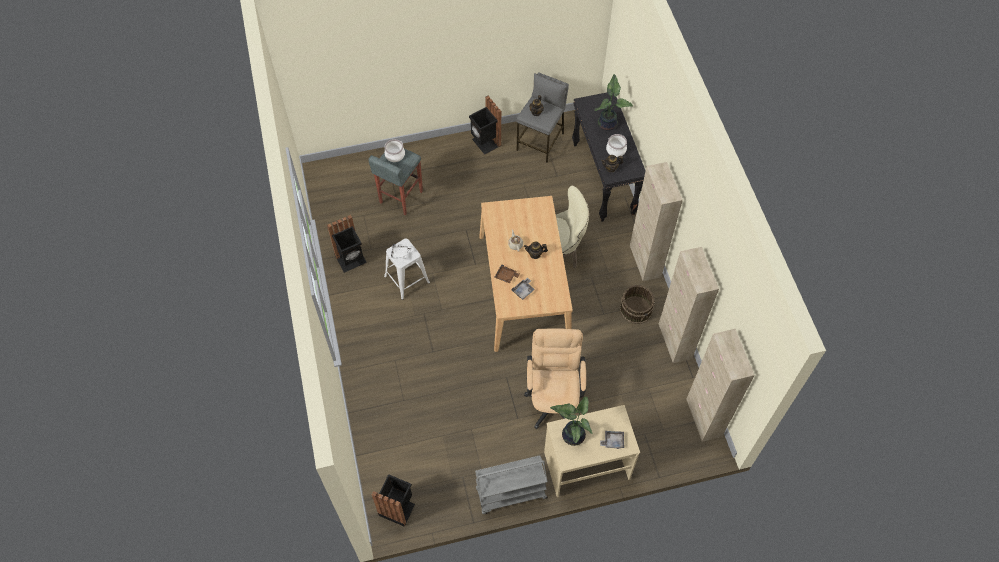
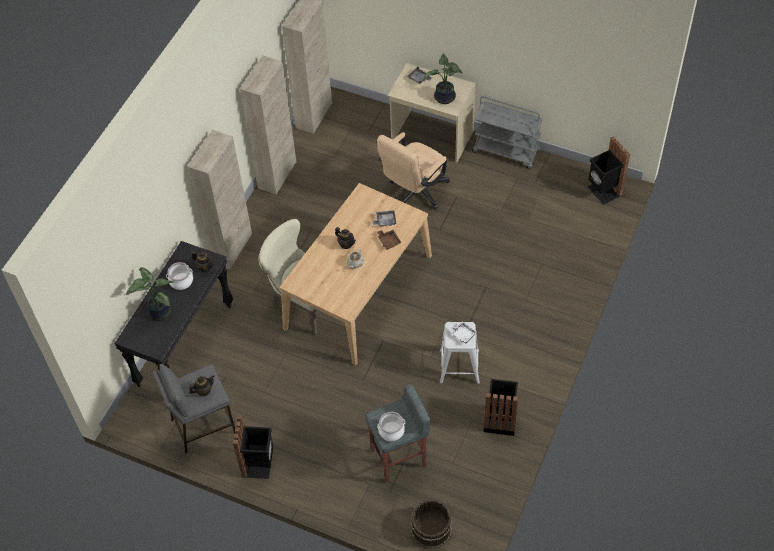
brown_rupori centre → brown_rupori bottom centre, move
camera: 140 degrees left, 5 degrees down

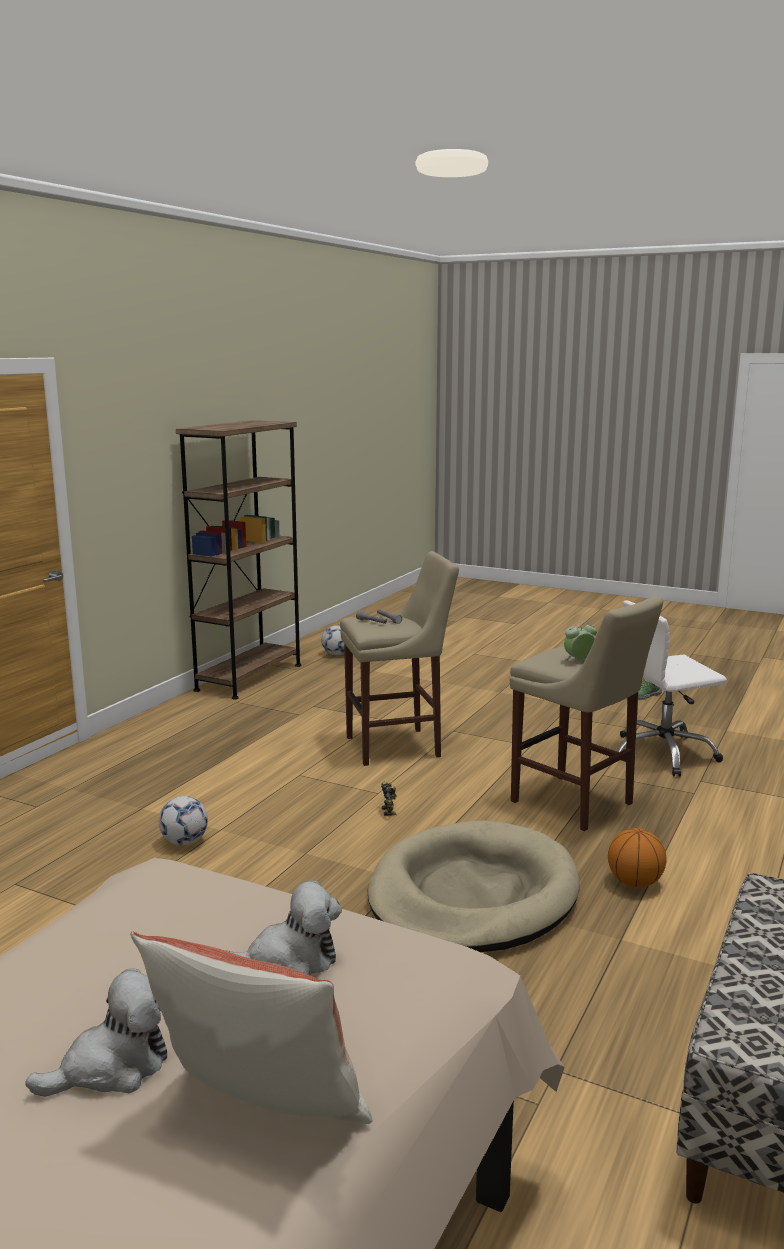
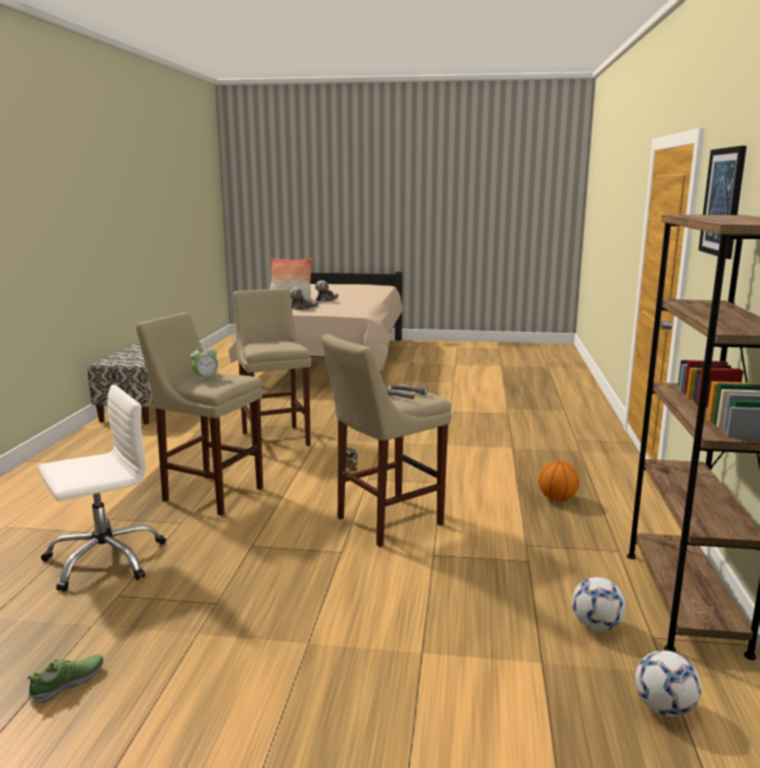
- → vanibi top right
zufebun (1st from left) middle left → zufebun (1st from left) bottom right, move
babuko bottom right → babuko middle right, move
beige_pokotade bottom centre → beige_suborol (2nd from left) centre
camera: 160 degrees right, 0 degrees up

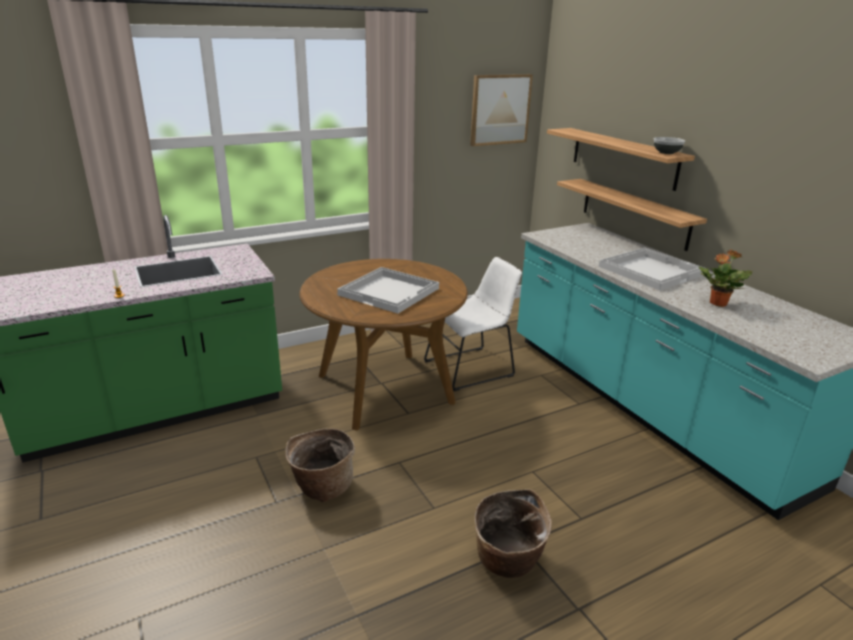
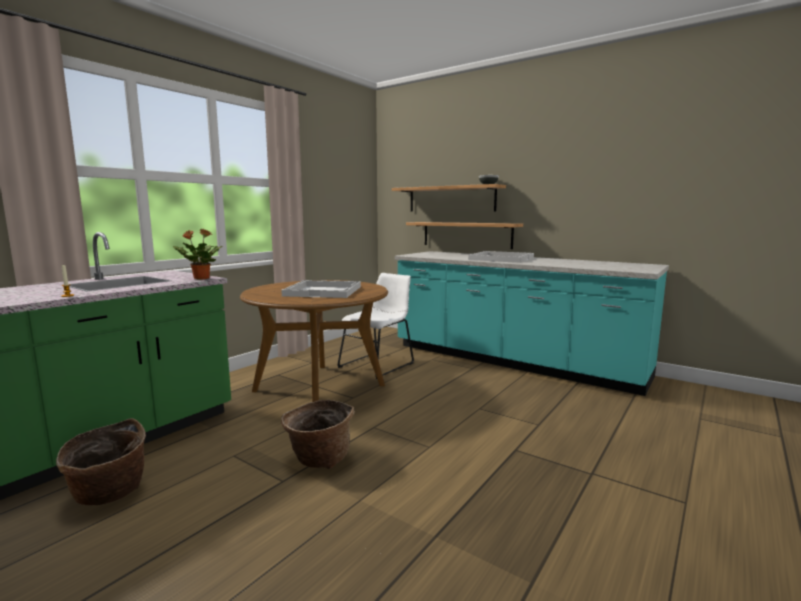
vanibi top centre → -
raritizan (2nd from left in the first image) bottom centre → raritizan (1st from left) bottom left, move
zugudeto middle right → zugudeto middle left, move
camera: 25 degrees left, 15 degrees down

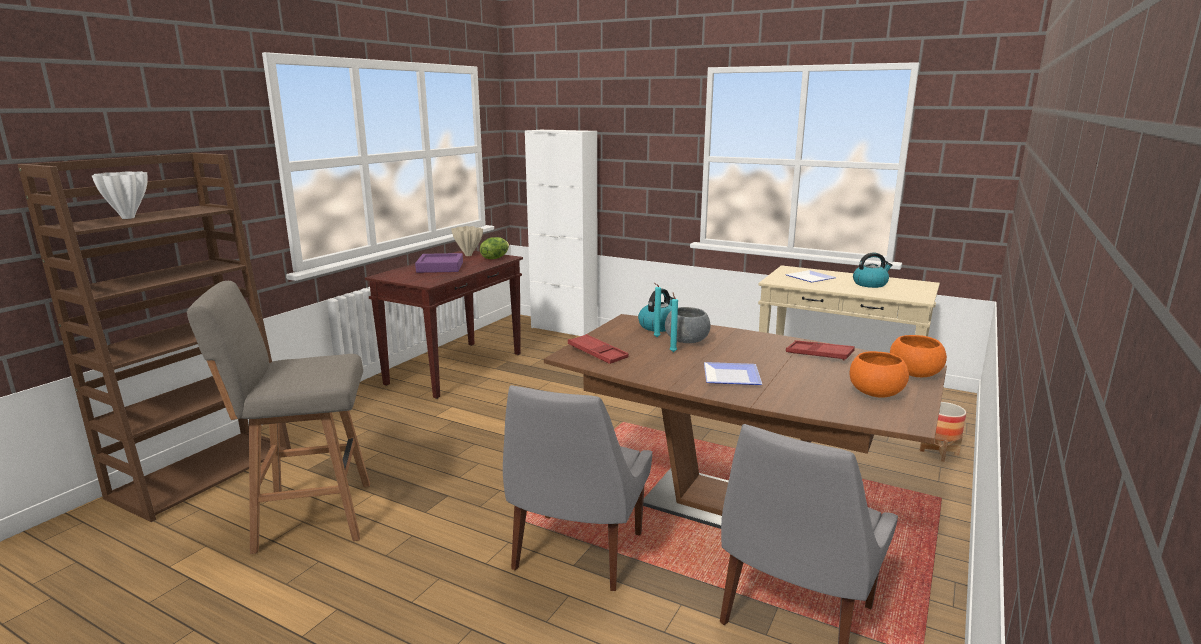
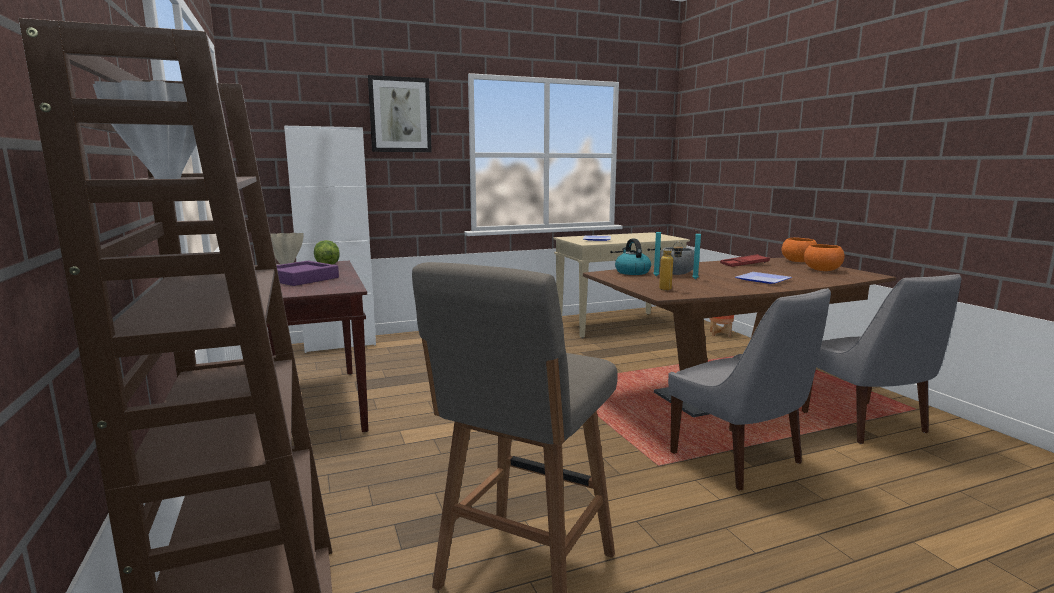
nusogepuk (2nd from left) middle right → -
- → vanibi top centre
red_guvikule (1st from left) centre → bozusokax centre
camera: 50 degrees left, 5 degrees down

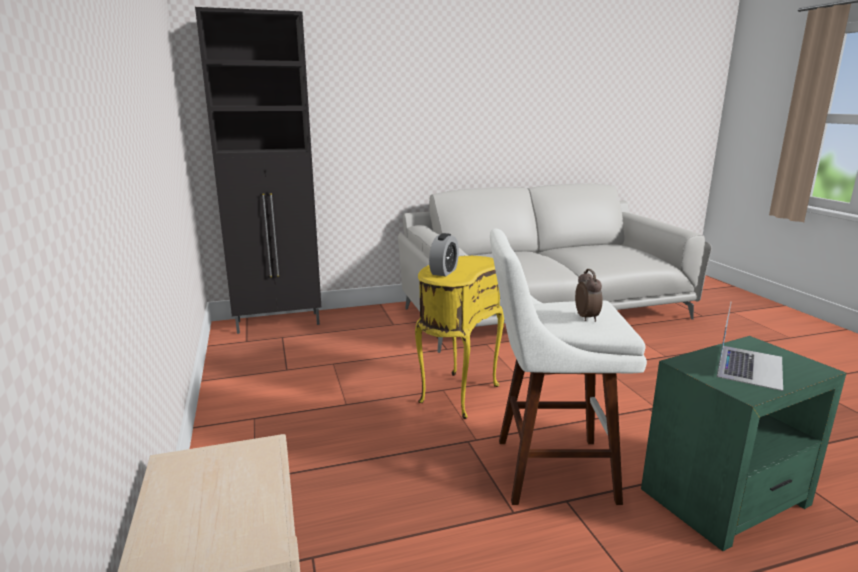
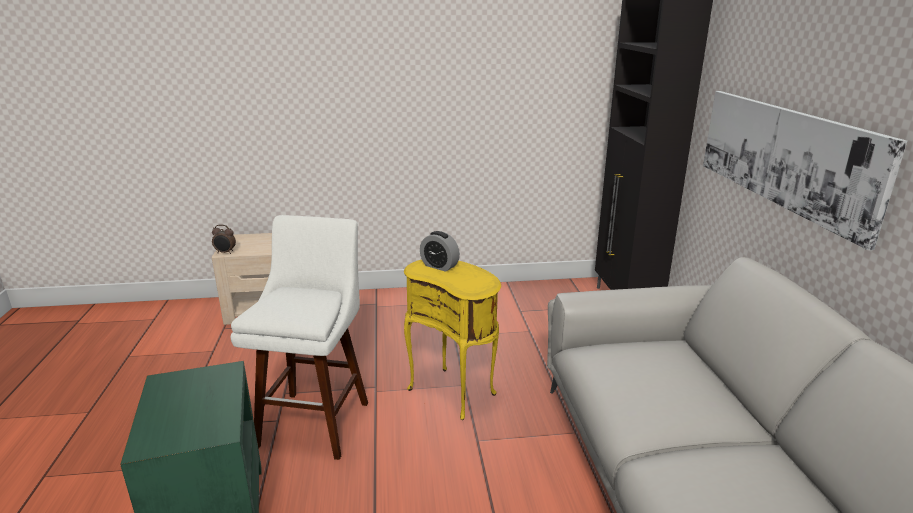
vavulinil middle right → -
- → vanibi top right
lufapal (2nd from left in the first image) middle right → lufapal (1st from left) middle left, move
camera: 100 degrees right, 5 degrees up

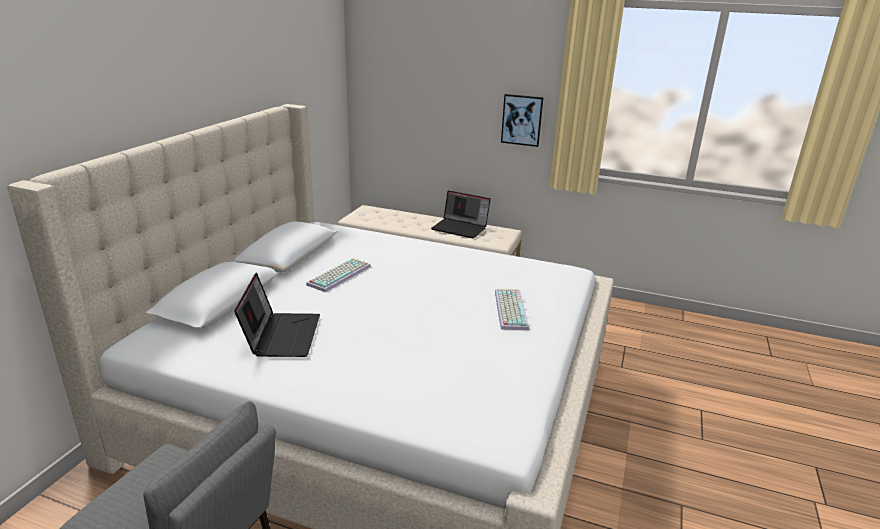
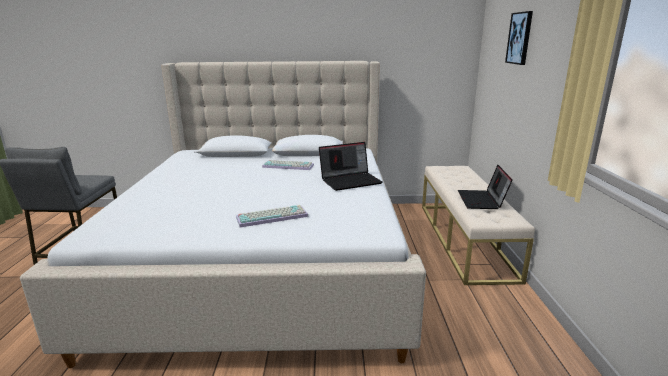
vavulinil (1st from left) middle left → vavulinil (1st from left) centre, move
vanibi top centre → vanibi top right, move
camera: 70 degrees right, 5 degrees down

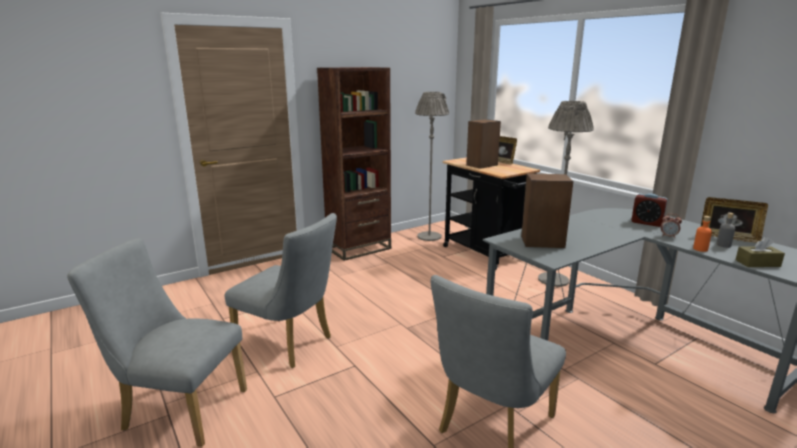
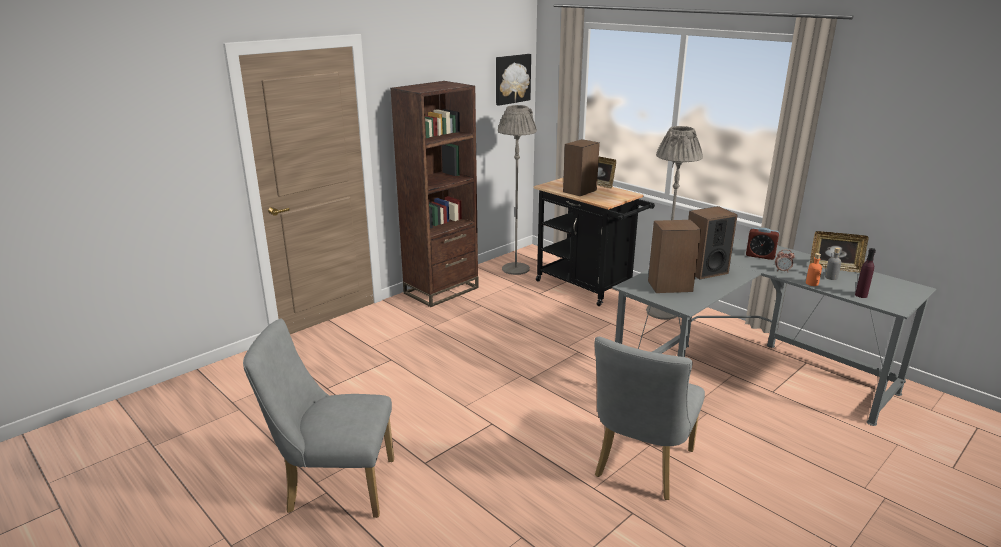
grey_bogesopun (2nd from left) centre → -
- → vanibi top centre
- → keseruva (3rd from left) middle right
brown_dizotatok middle right → purple_bozusokax middle right
camera: 10 degrees left, 5 degrees up

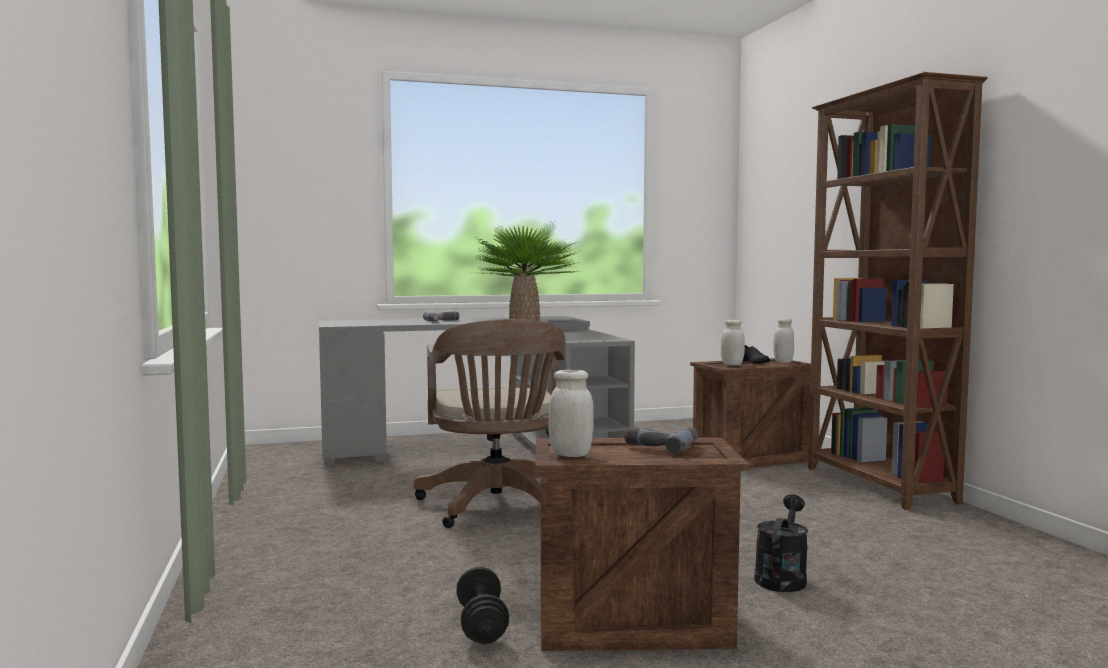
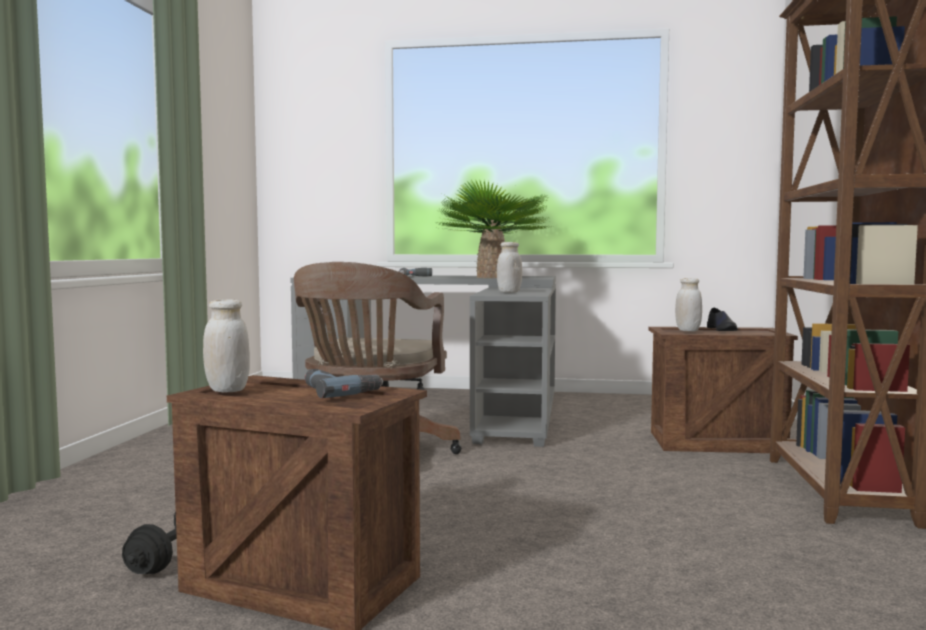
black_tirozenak bottom right → -
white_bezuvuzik (3rd from left in the first image) middle right → white_bezuvuzik (2nd from left) centre, move
camera: 25 degrees right, 0 degrees up

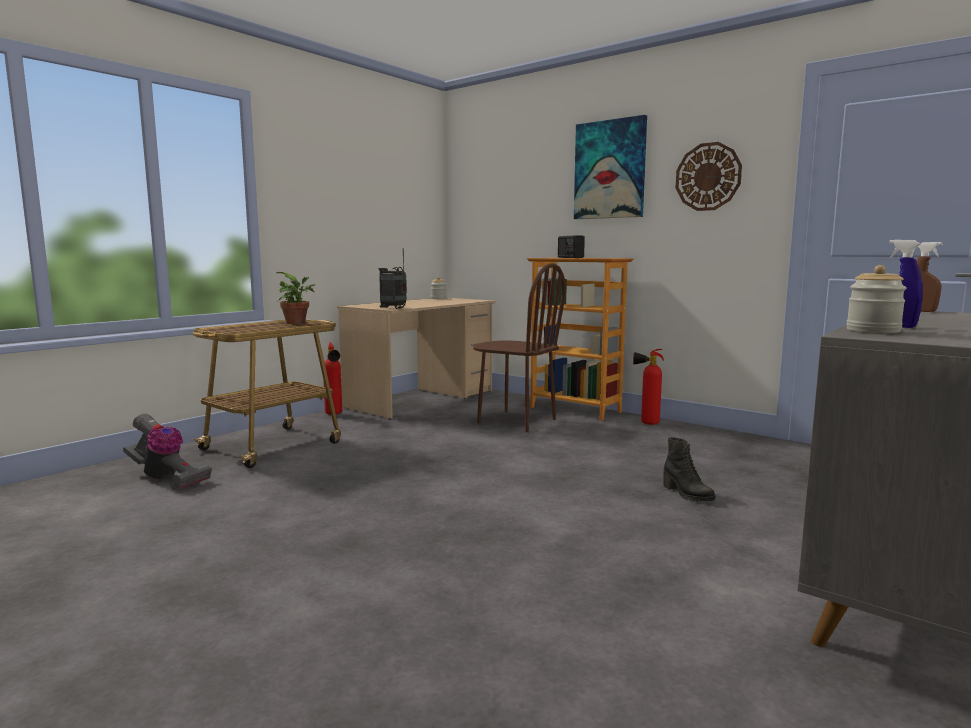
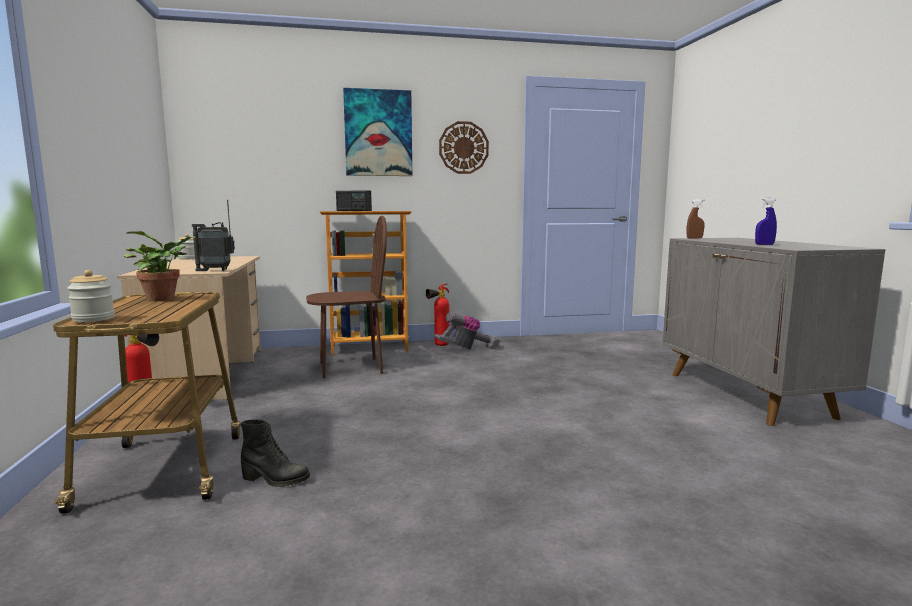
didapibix middle left → didapibix centre, move
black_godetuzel middle right → black_godetuzel bottom left, move
bezuvuzik (2nd from left in the first image) middle right → bezuvuzik (1st from left) middle left, move
camera: 50 degrees left, 0 degrees up

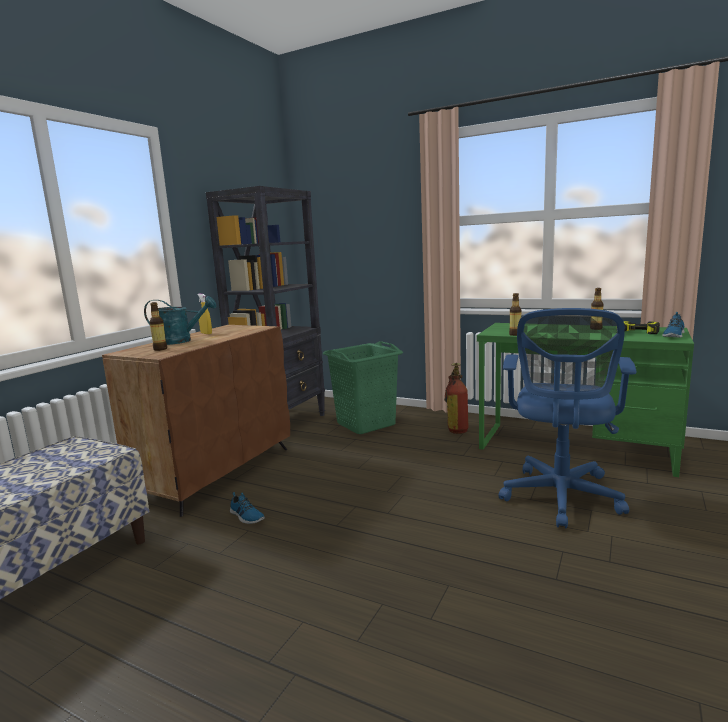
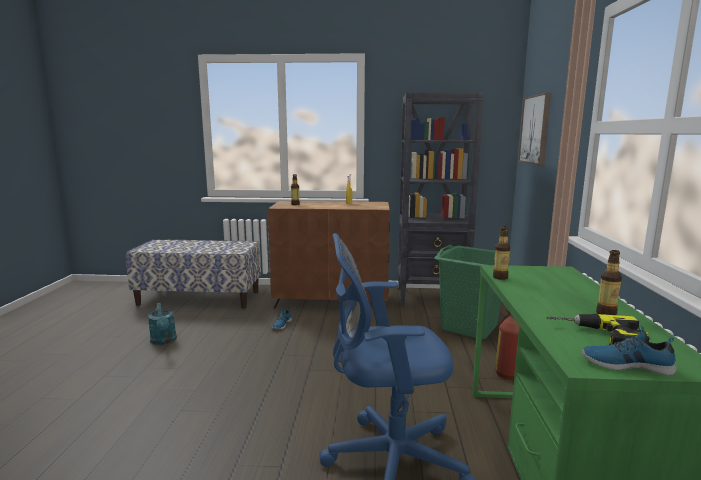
- → vanibi top right
turquoise_tirozenak middle left → turquoise_tirozenak bottom left, move
camera: 65 degrees right, 0 degrees up

